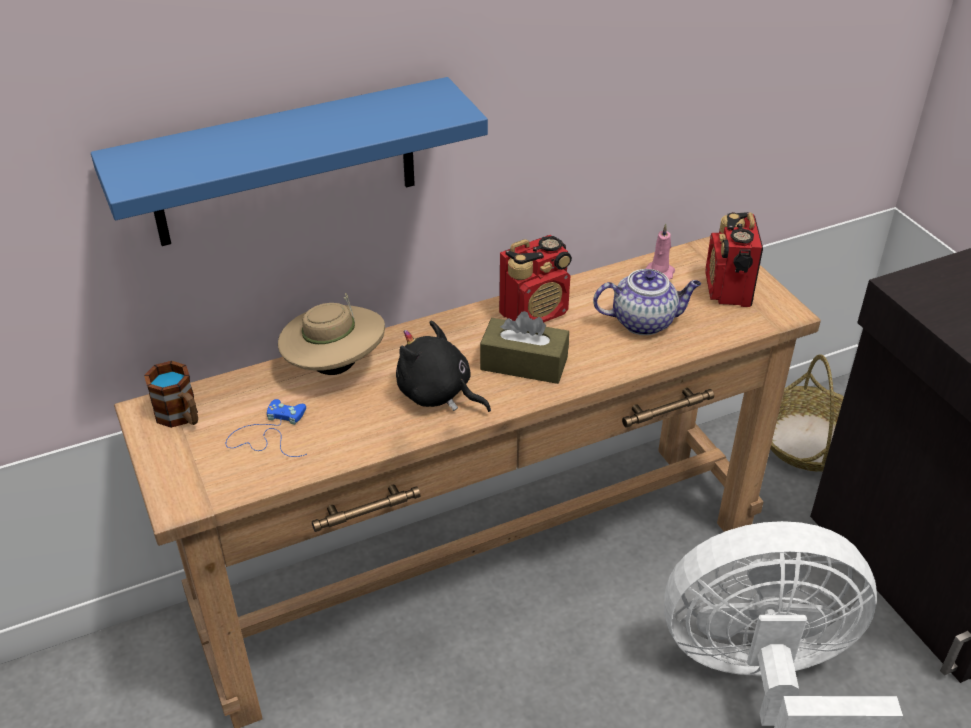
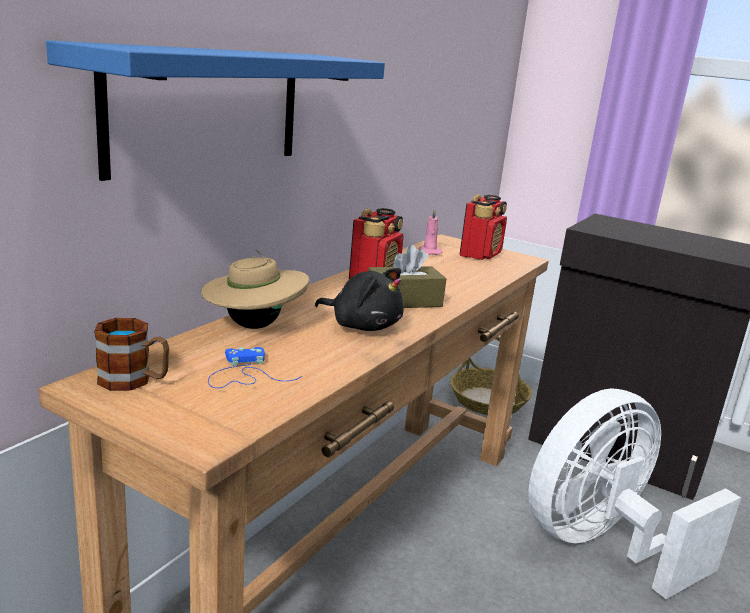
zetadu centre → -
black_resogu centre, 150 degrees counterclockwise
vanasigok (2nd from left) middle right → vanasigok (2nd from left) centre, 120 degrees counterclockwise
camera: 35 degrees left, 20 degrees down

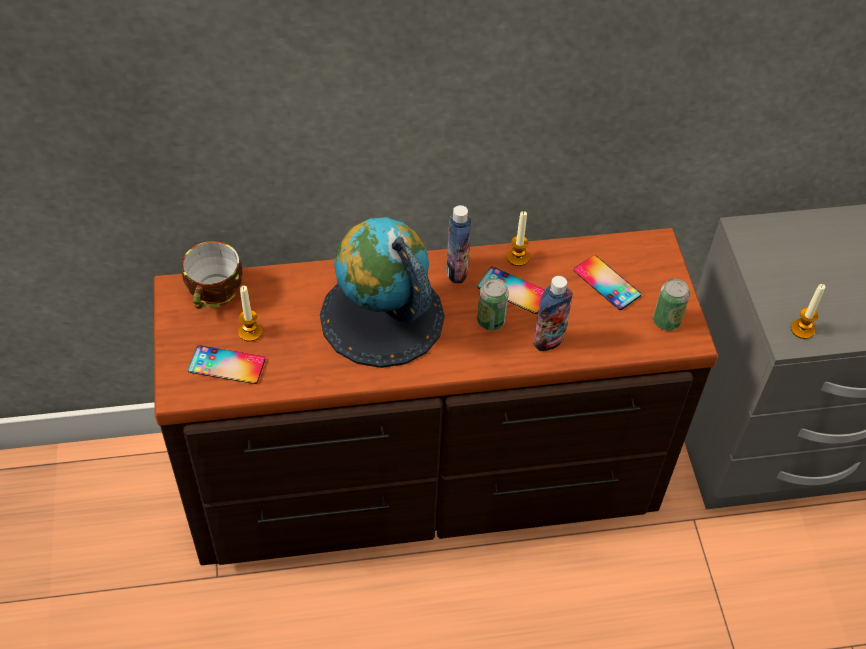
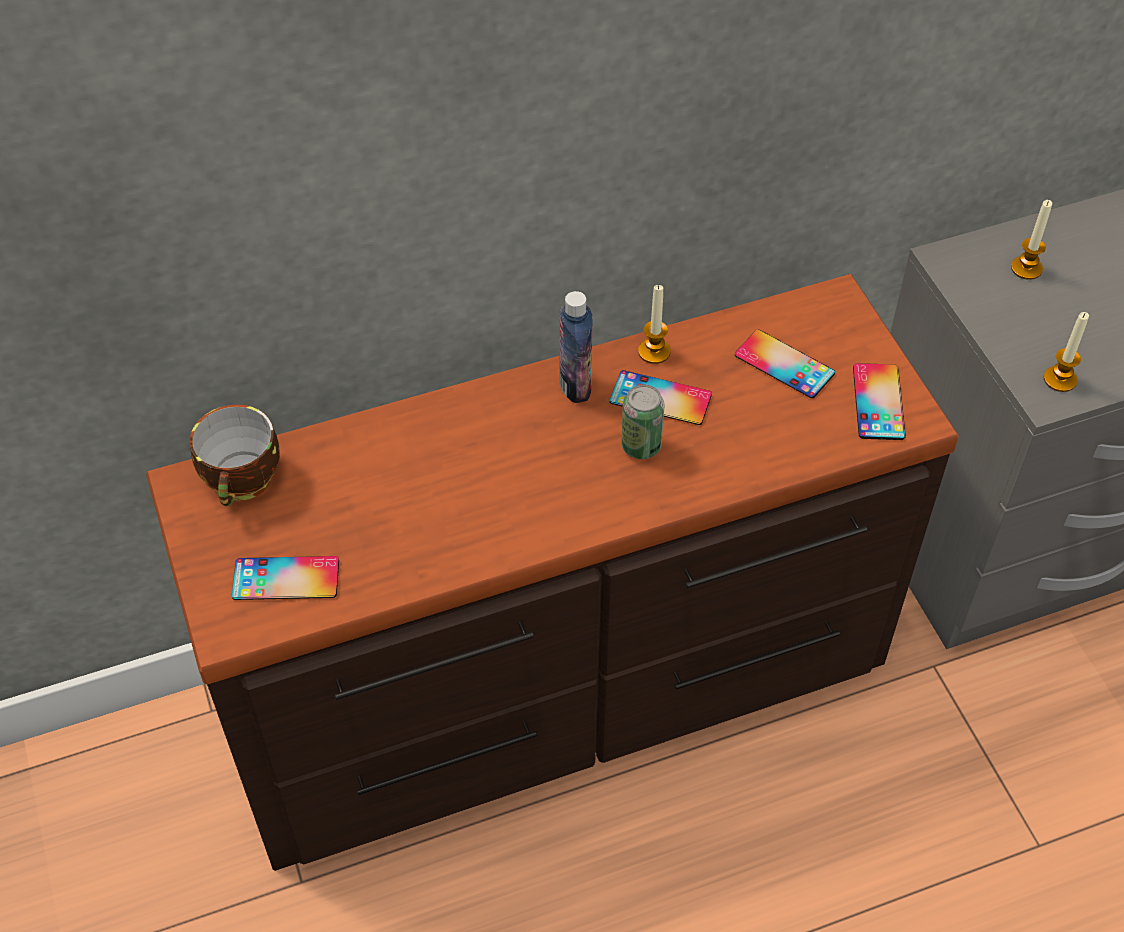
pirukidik centre → -
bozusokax (2nd from left) centre → -
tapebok (1st from left in the first image) middle left → tapebok (2nd from left) top right, move
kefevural (2nd from left) middle right → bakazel (4th from left) middle right
camera: 10 degrees left, 0 degrees up

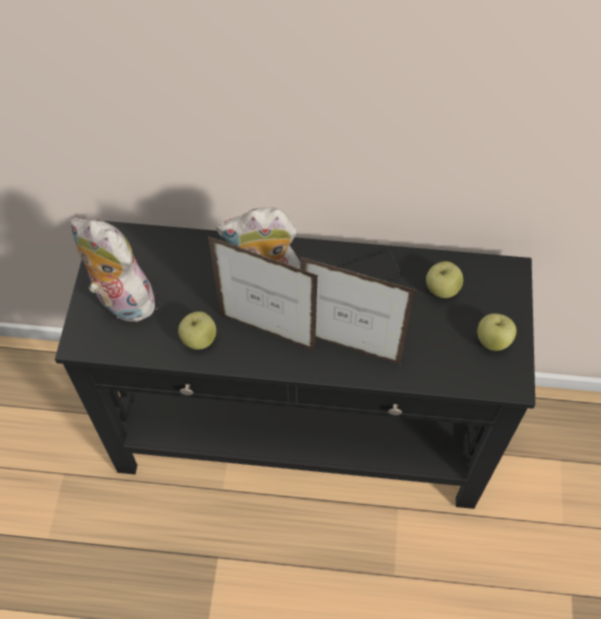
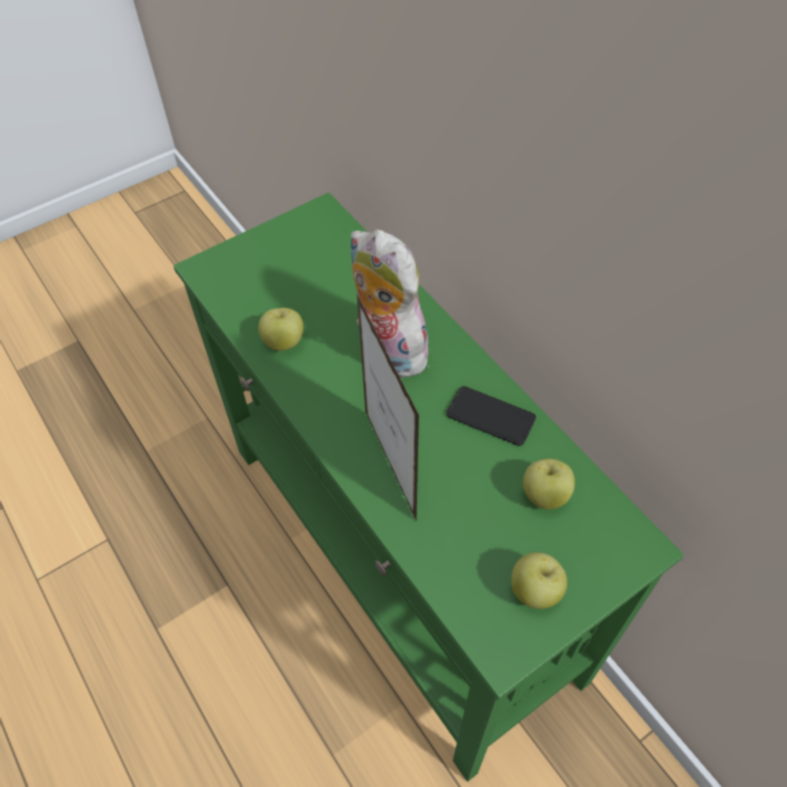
resogu (1st from left) middle left → -
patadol (1st from left) centre → -
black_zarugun centre → green_zarugun centre
camera: 50 degrees right, 5 degrees down

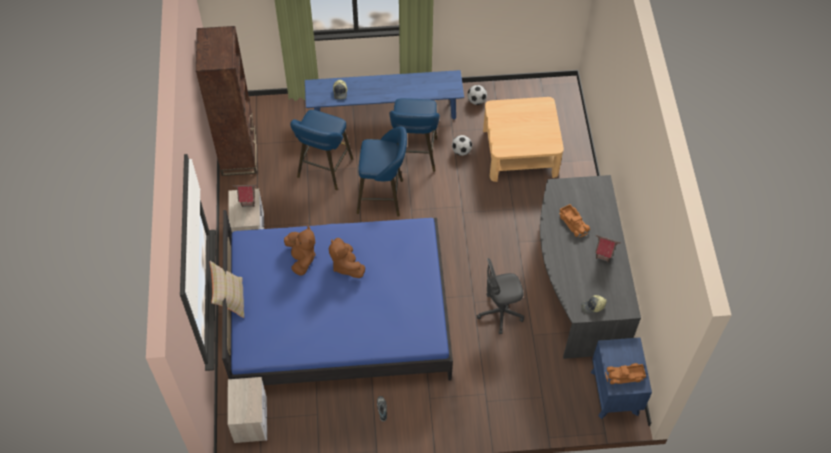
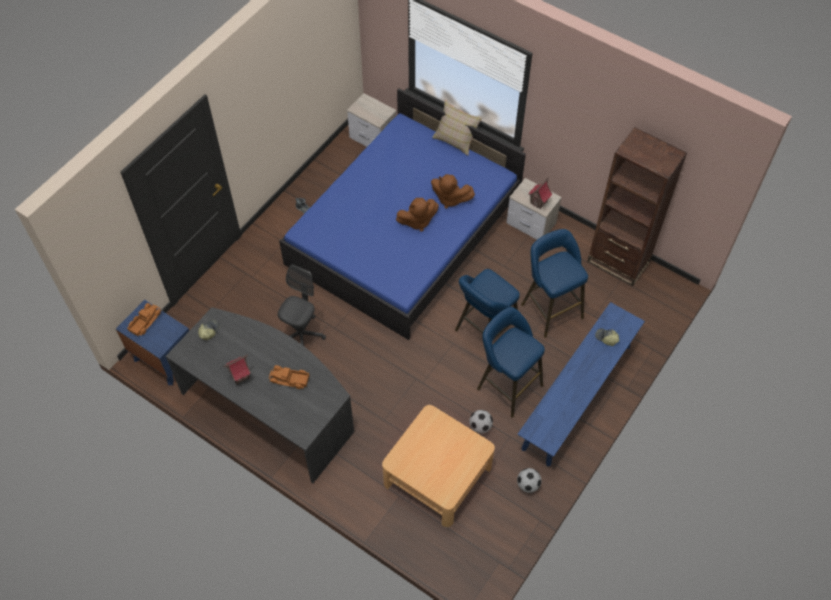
brown_resogu (2nd from left in the first image) centre → brown_resogu (1st from left) centre, 150 degrees clockwise
camera: 130 degrees right, 0 degrees up

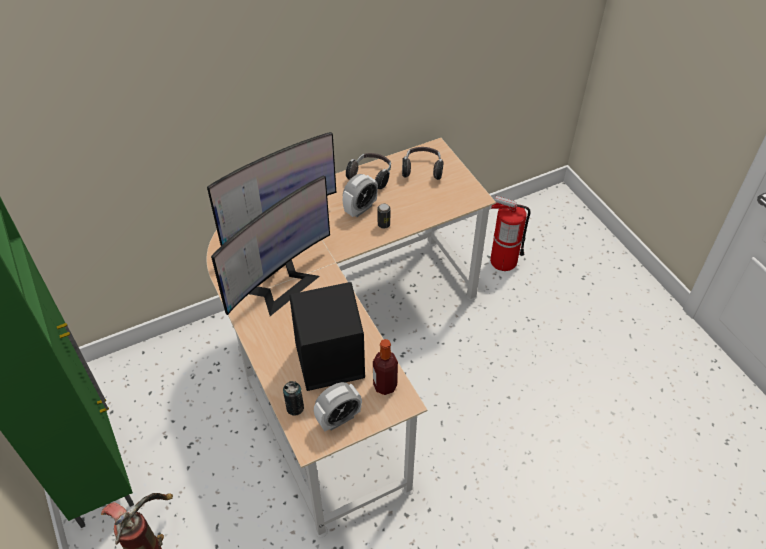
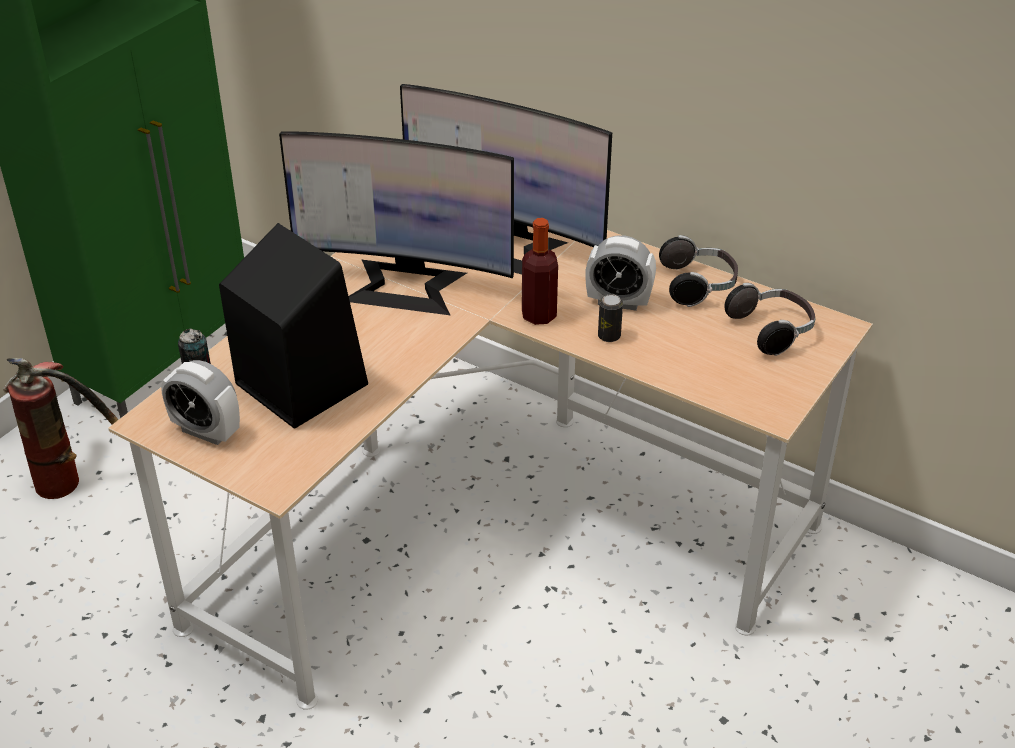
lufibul (2nd from left) centre → -
bozusokax bottom centre → bozusokax centre, move
camera: 60 degrees right, 10 degrees down

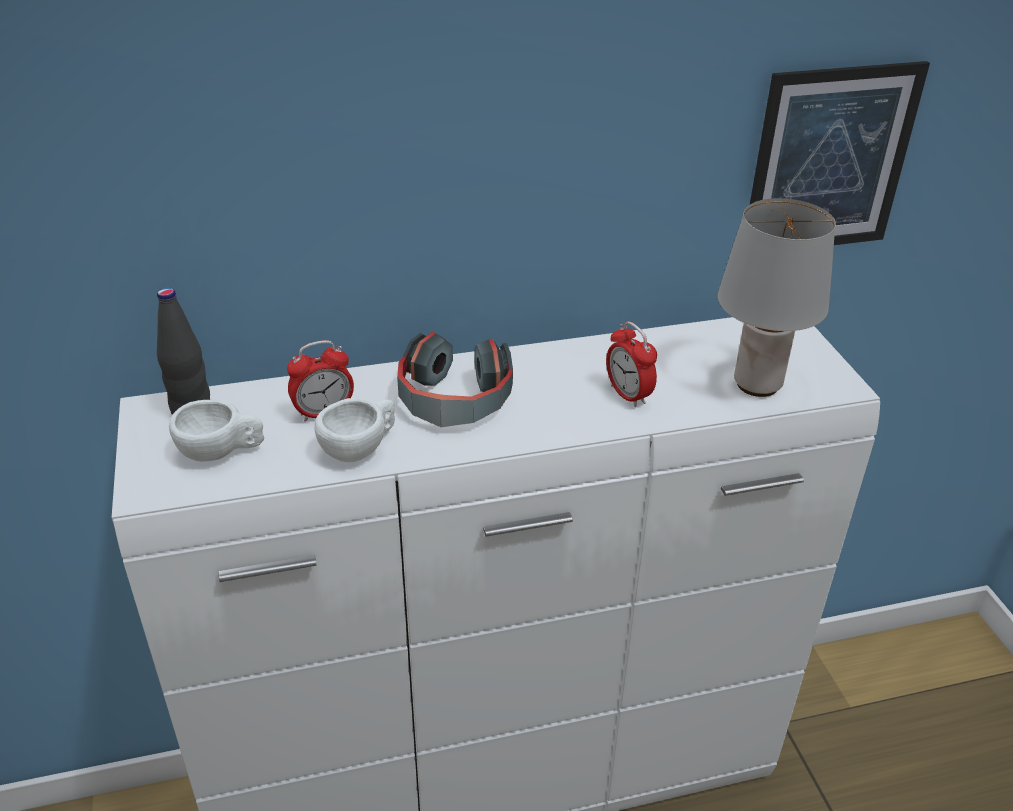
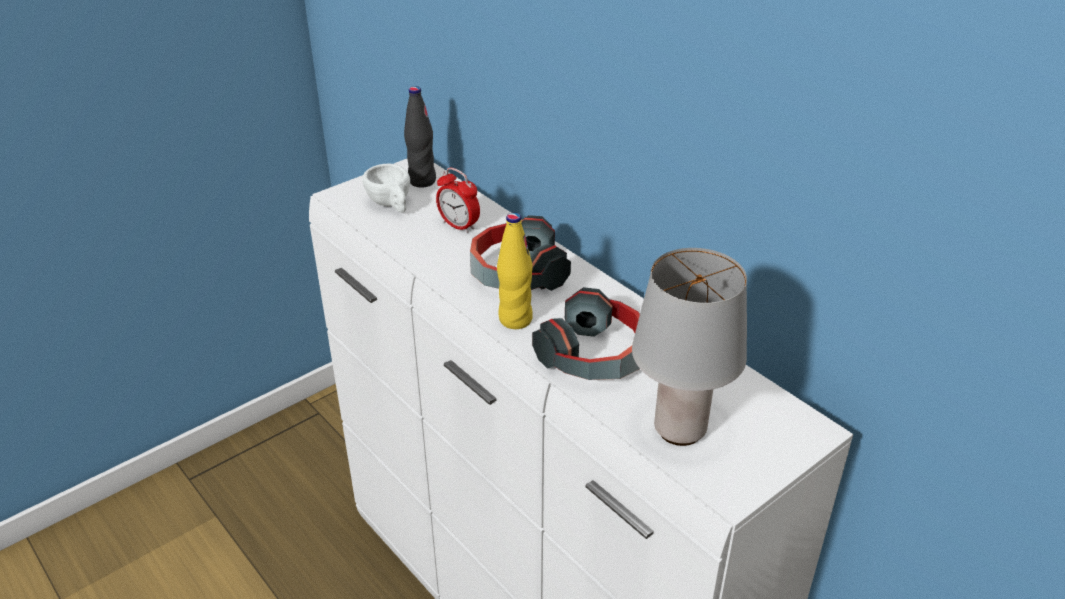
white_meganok (2nd from left) centre → -
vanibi top right → -
- → yellow_bozusokax centre
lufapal (2nd from left) centre → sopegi (2nd from left) centre
camera: 65 degrees right, 0 degrees up

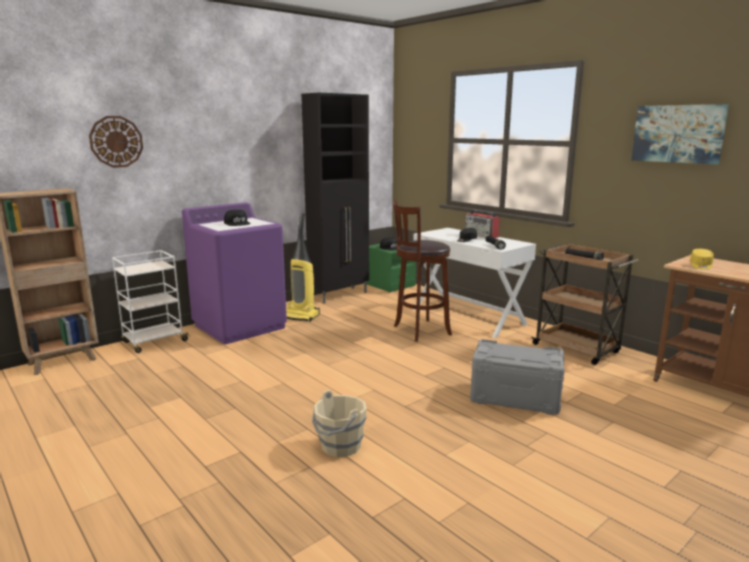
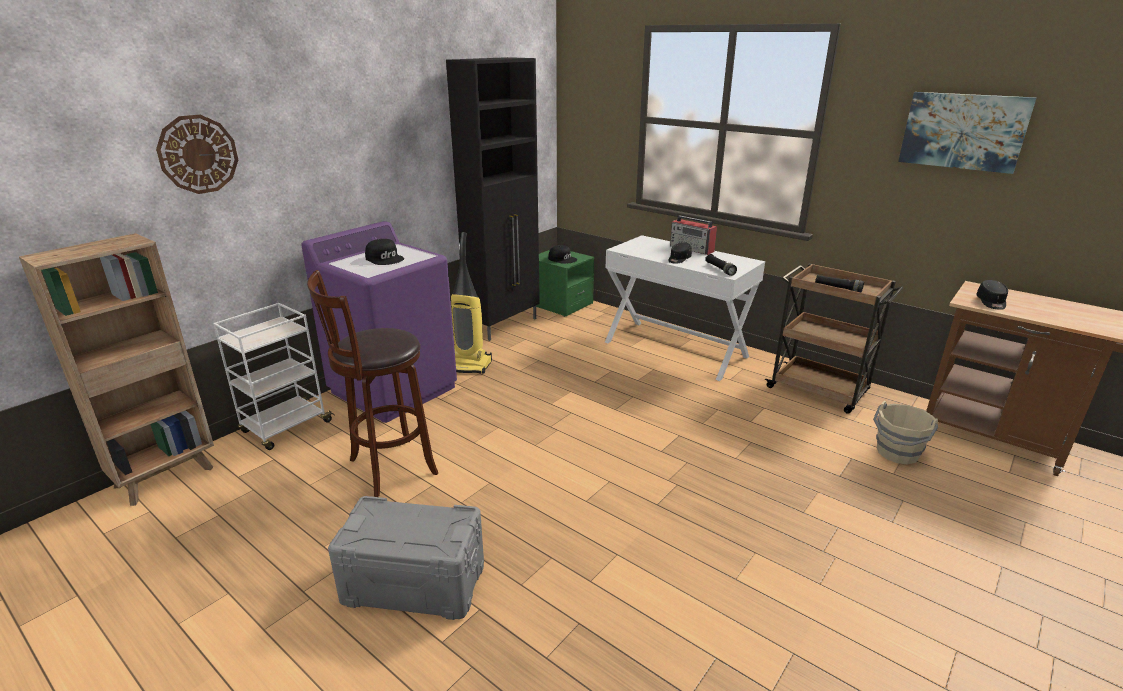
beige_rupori bottom centre → beige_rupori middle right, move
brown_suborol centre → brown_suborol middle left, move
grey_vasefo bottom right → grey_vasefo bottom centre, move
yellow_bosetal middle right → black_bosetal (4th from left) middle right
camera: 10 degrees left, 10 degrees up

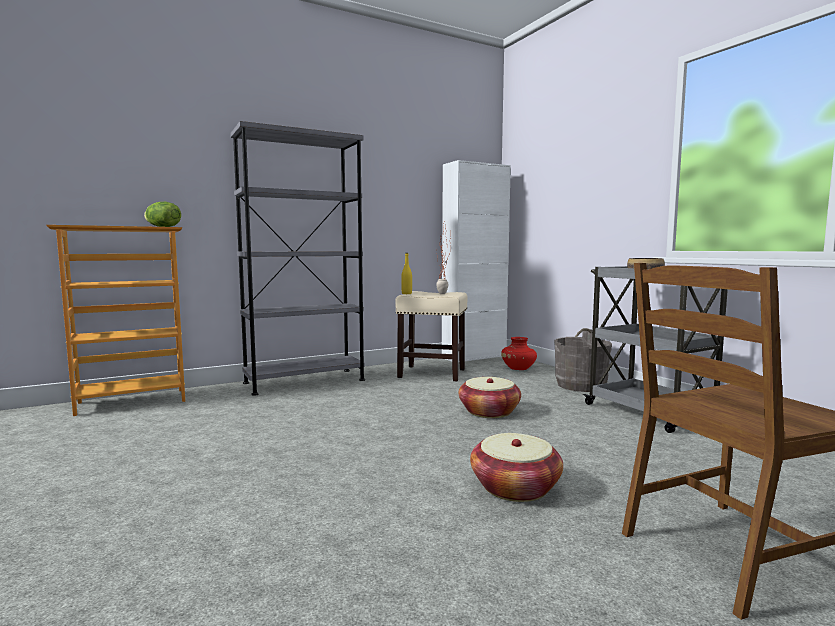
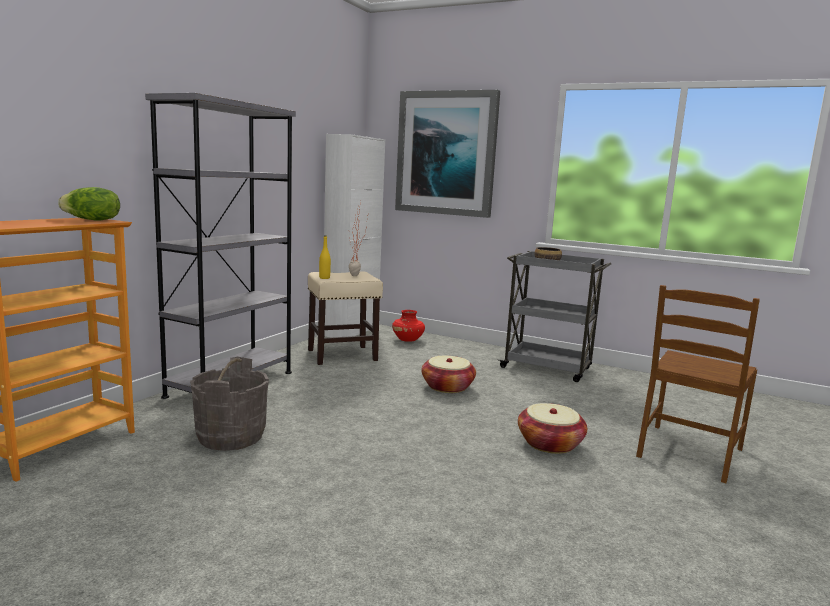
- → vanibi top centre
grey_rupori middle right → grey_rupori bottom left, move
camera: 35 degrees left, 5 degrees up

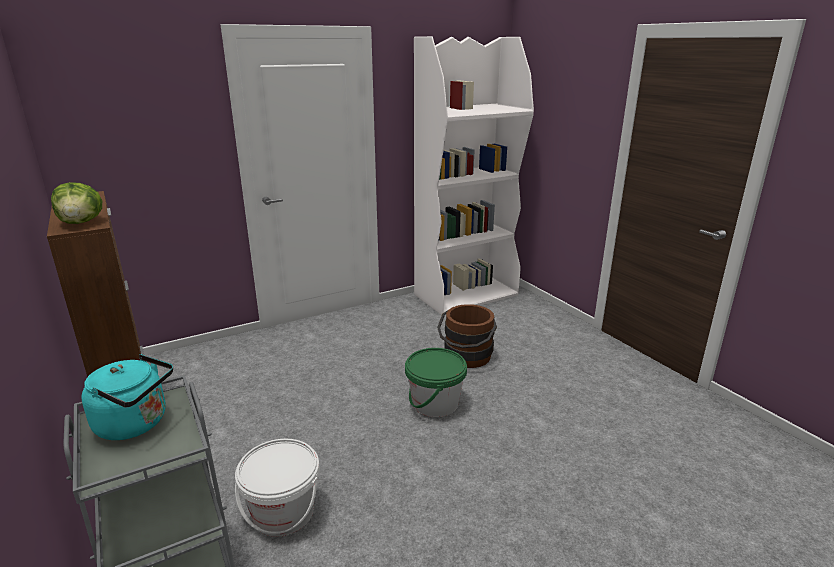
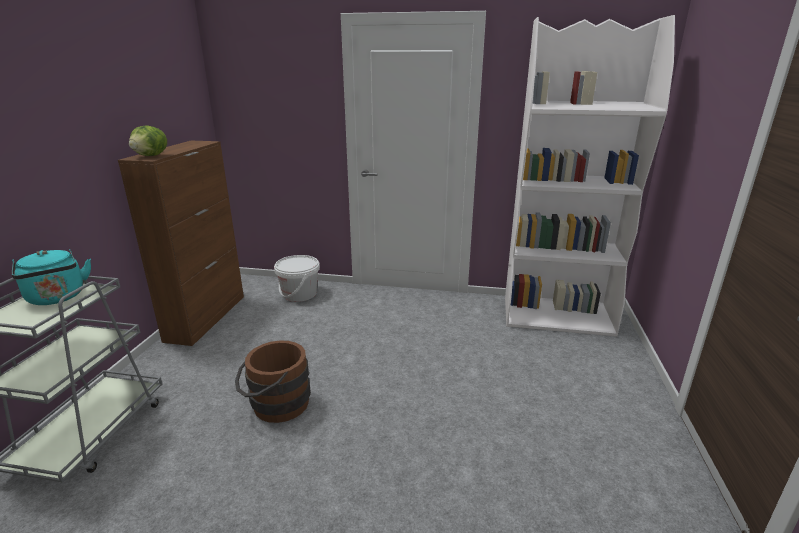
green_rupori bottom centre → -
white_rupori bottom left → white_rupori centre, move
brown_rupori centre → brown_rupori bottom centre, move
camera: 40 degrees right, 0 degrees up

